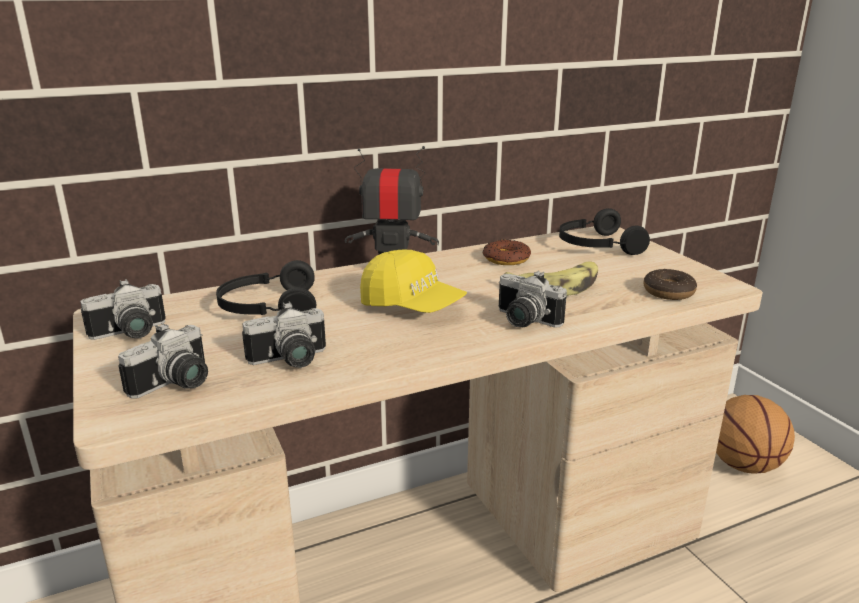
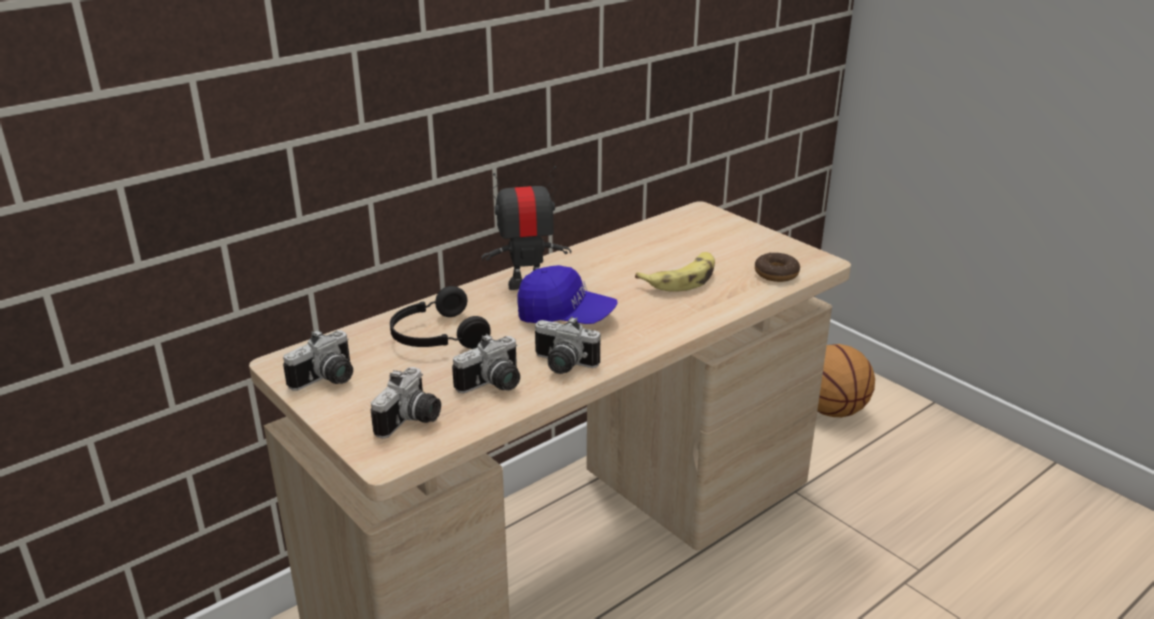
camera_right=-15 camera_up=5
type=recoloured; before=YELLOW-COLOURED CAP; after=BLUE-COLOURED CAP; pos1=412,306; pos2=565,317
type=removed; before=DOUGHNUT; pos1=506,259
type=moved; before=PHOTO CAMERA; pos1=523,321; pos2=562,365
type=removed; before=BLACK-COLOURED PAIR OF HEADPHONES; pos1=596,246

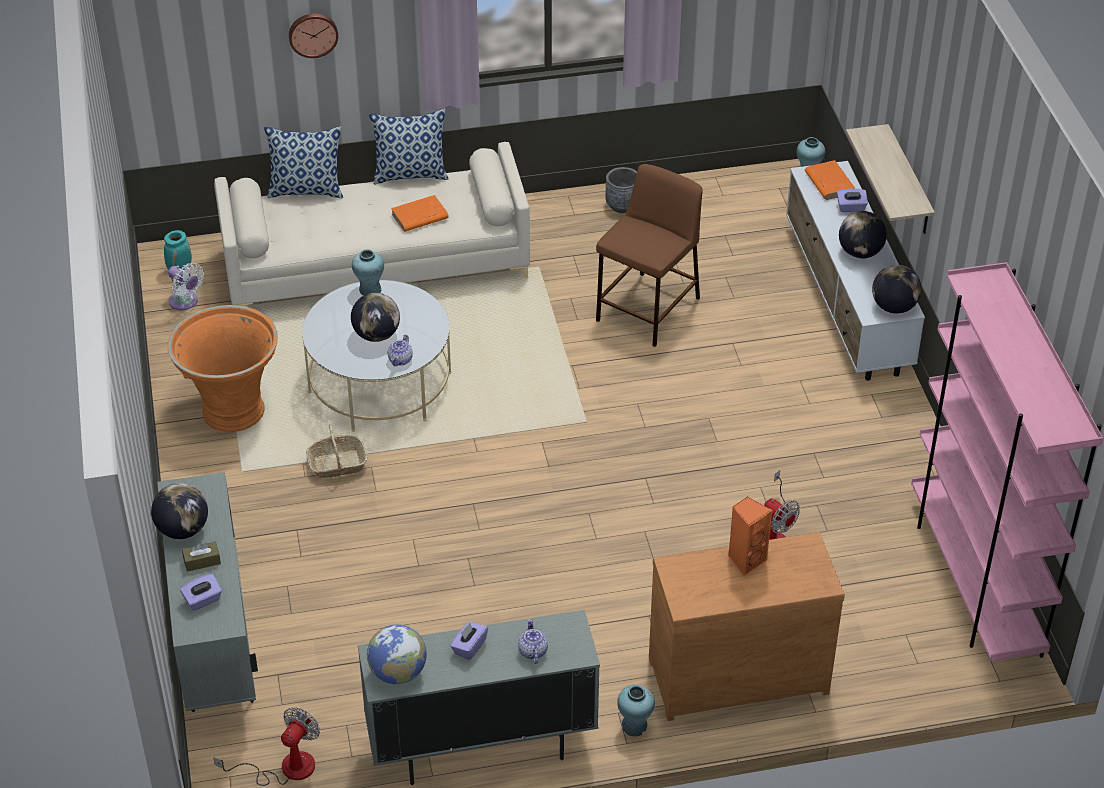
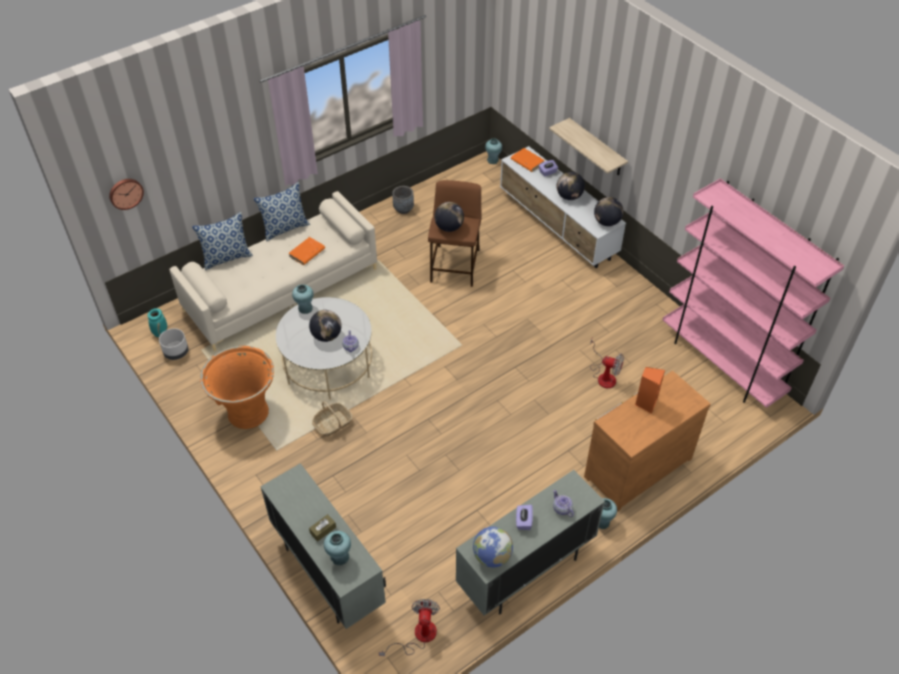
camera_right=-25 camera_up=5
type=moved; before=GLOBE; pos1=183,529; pos2=449,227
type=replaced; before=WHITE FAN; after=GREY PLANT POT; pos1=185,302; pos2=176,352
type=replaced; before=PURPLE TISSUE BOX; after=TURQUOISE VASE; pos1=203,600; pos2=340,557
type=moved; before=CLOCK ON THE WALL; pos1=313,34; pos2=125,193

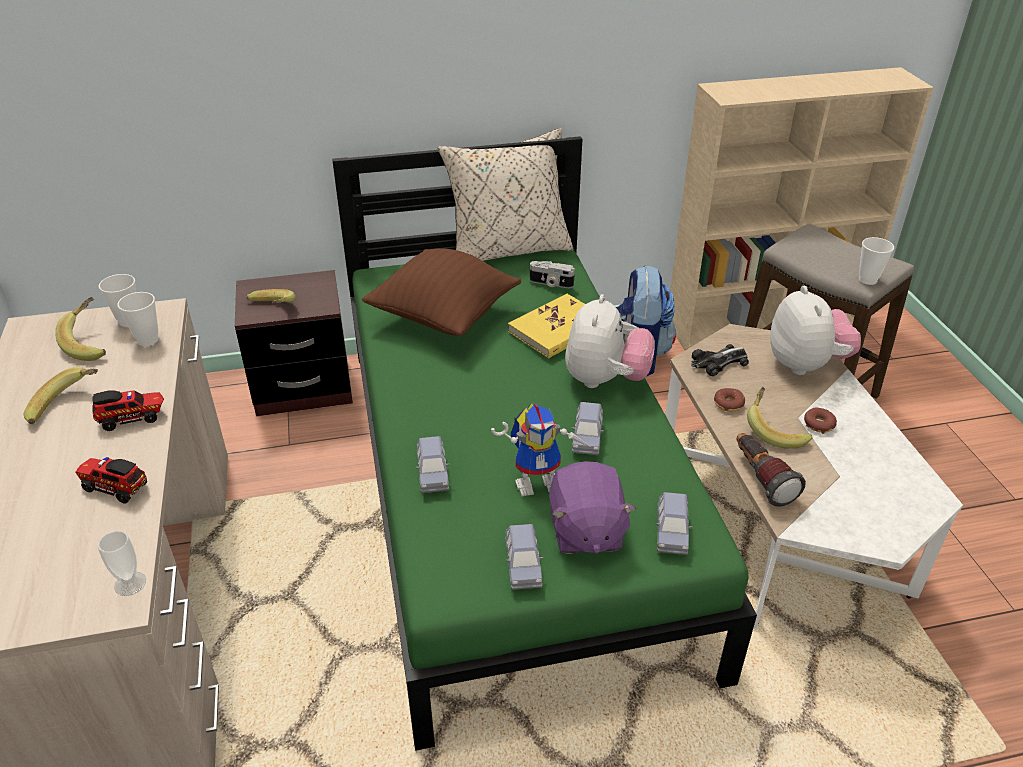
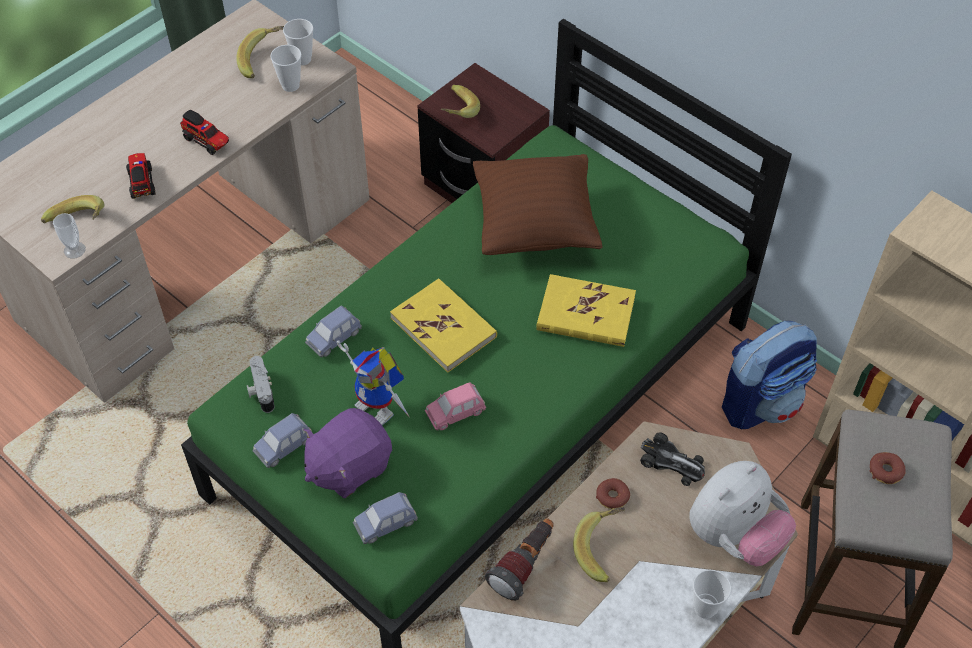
camera_right=55 camera_up=15
type=moved; before=WHOLE BANANA; pos1=68,407; pos2=79,225
type=removed; before=SAND-COLOURED CUSHION; pos1=507,250
type=moved; before=PHOTO CAMERA; pos1=550,283; pos2=260,391
type=removed; before=PLUSH TOY; pos1=605,380
type=recoloured; before=BLUE-COLOURED TOY CAR; after=PINKISH TOY CAR; pos1=587,439; pos2=455,413
type=moved; before=DOUGHNUT; pos1=819,424; pos2=885,471
type=moved; before=SMALL CUP; pos1=867,280; pos2=705,608
type=added; after=YELLOW-COLOURED BOUND BOOK; pos2=444,327

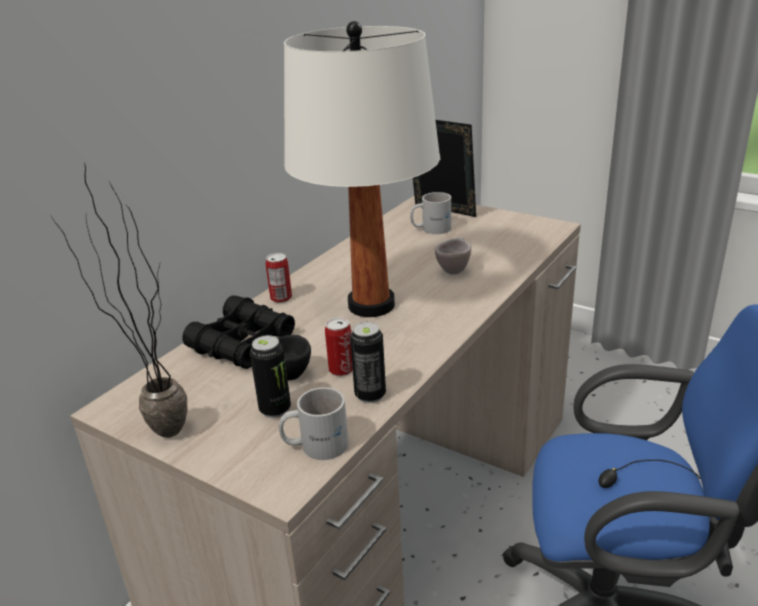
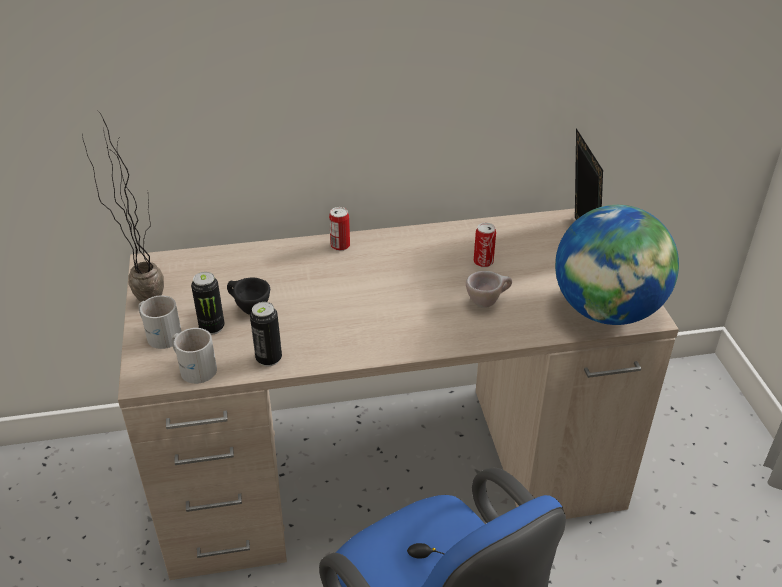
camera_right=45 camera_up=10
type=removed; before=BLACK-COLOURED BINOCULARS; pos1=242,343
type=removed; before=WHITE TABLE LAMP; pos1=371,305
type=moved; before=CAN; pos1=341,370; pos2=483,262
type=moved; before=WHITE MUG; pos1=430,228; pos2=161,333
type=added; after=GLOBE; pos2=606,311

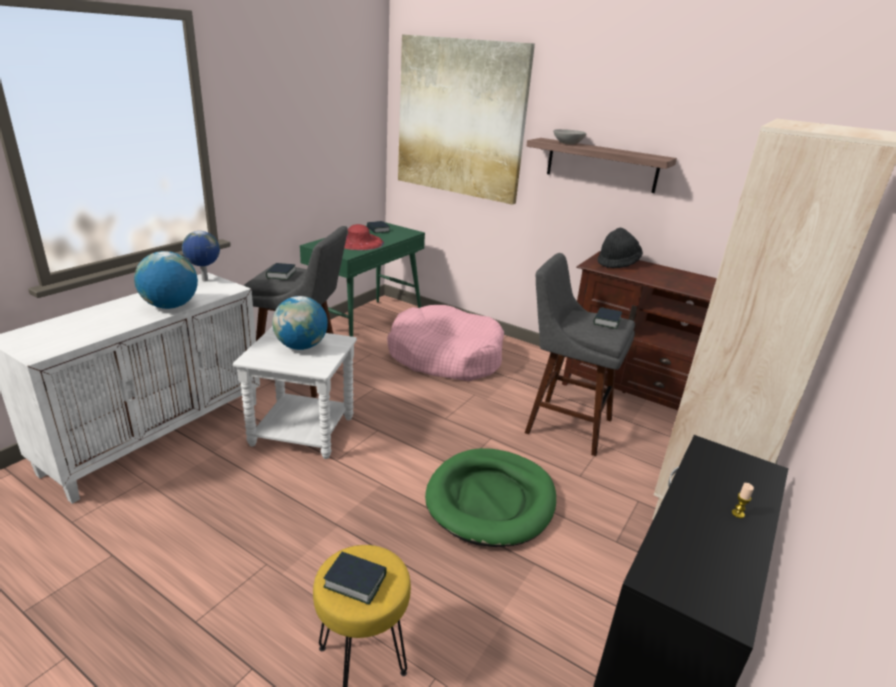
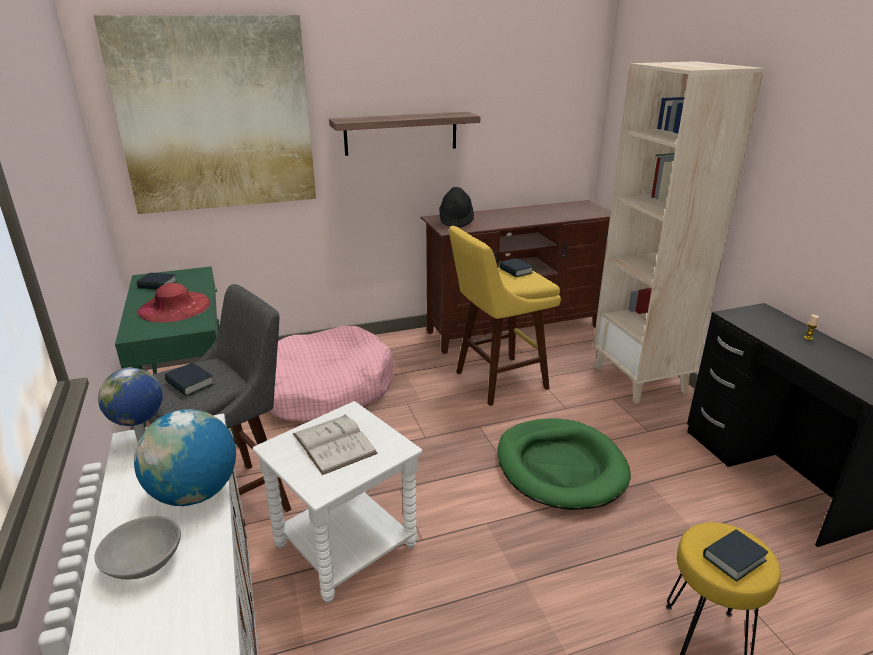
camera_right=-50 camera_up=0
type=replaced; before=GLOBE; after=WHITE BOUND BOOK; pos1=301,346; pos2=334,443
type=recoloured; before=GREY STOOL SEAT; after=YELLOW-COLOURED STOOL SEAT; pos1=564,424; pos2=497,381
type=moved; before=GREY BOWL; pos1=568,143; pos2=144,563

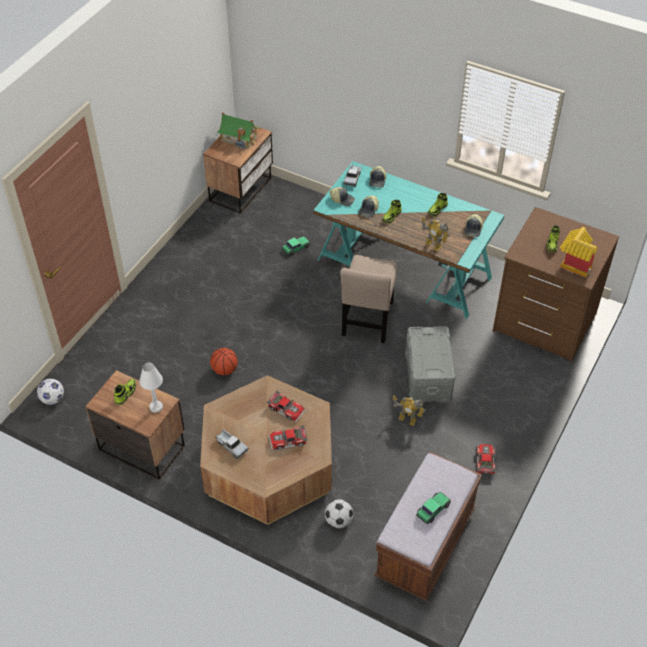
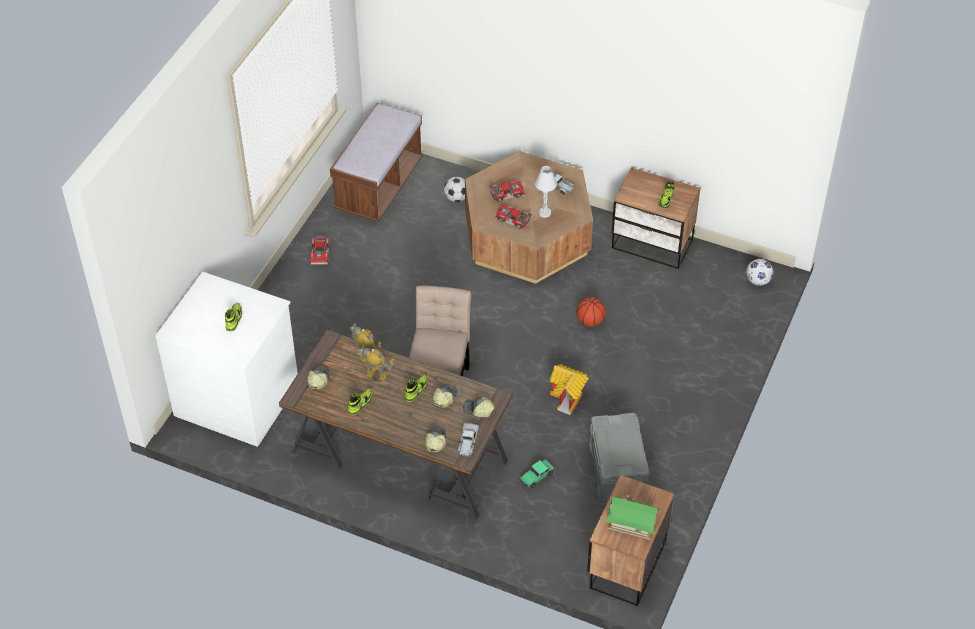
camera_right=175 camera_up=0
type=moved; before=WHITE TABLE LAMP; pos1=156,407; pos2=544,213
type=recoloured; before=TURQUOISE DESK UNIT; after=BROWN-COLOURED DESK UNIT; pos1=404,268; pos2=399,457
type=moved; before=TOY ROBOT; pos1=407,419; pos2=376,375
type=moved; before=GREY STORAGE CONTAINER; pos1=428,376; pos2=616,470
type=removed; before=TOY CAR; pos1=433,509
type=recoloured; before=BROWN-COLOURED CHEST OF DRAWERS; after=WHITE CHEST OF DRAWERS; pos1=544,322; pos2=237,398
type=moved; before=MODEL HOUSE; pos1=573,263; pos2=568,399

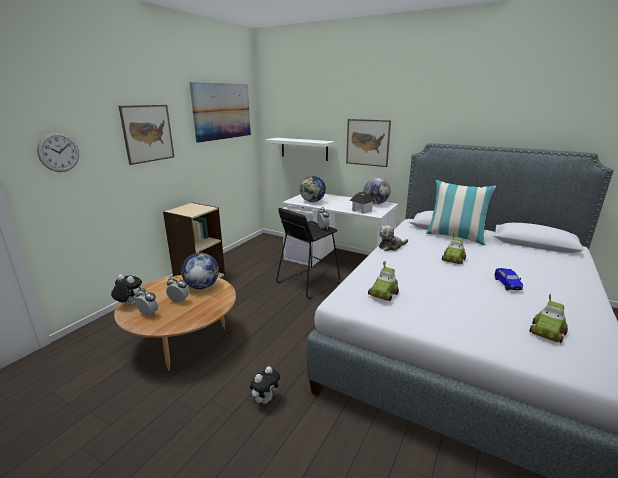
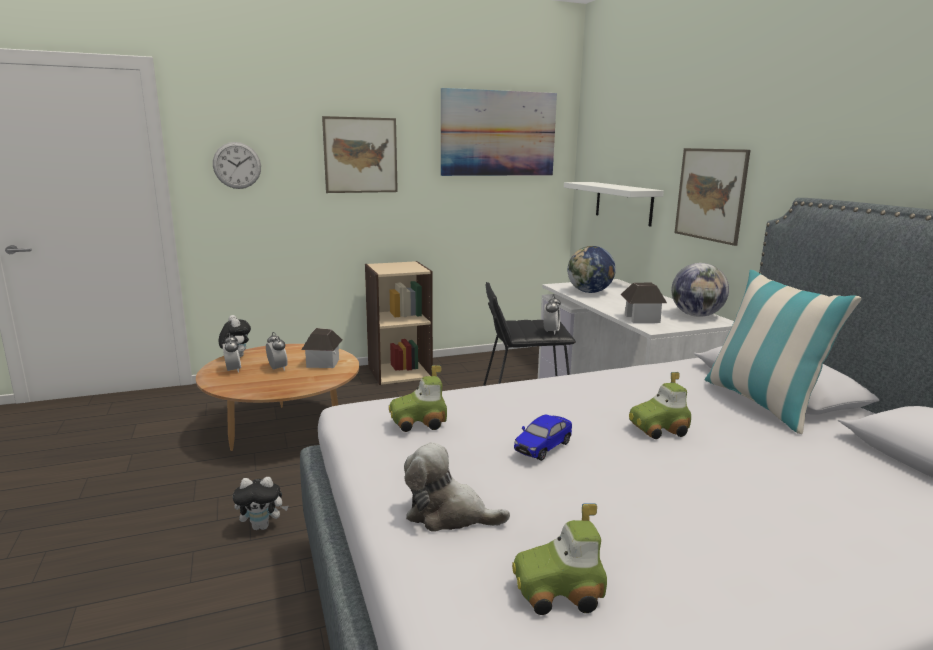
camera_right=40 camera_up=-5
type=replaced; before=GLOBE; after=MODEL HOUSE; pos1=201,286; pos2=323,363
type=moved; before=PLUSH TOY; pos1=391,246; pos2=448,514
type=moved; before=TOY CAR; pos1=507,284; pos2=542,448

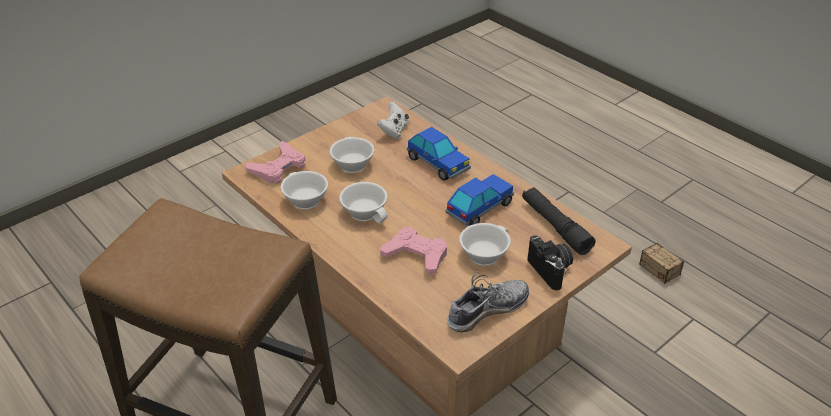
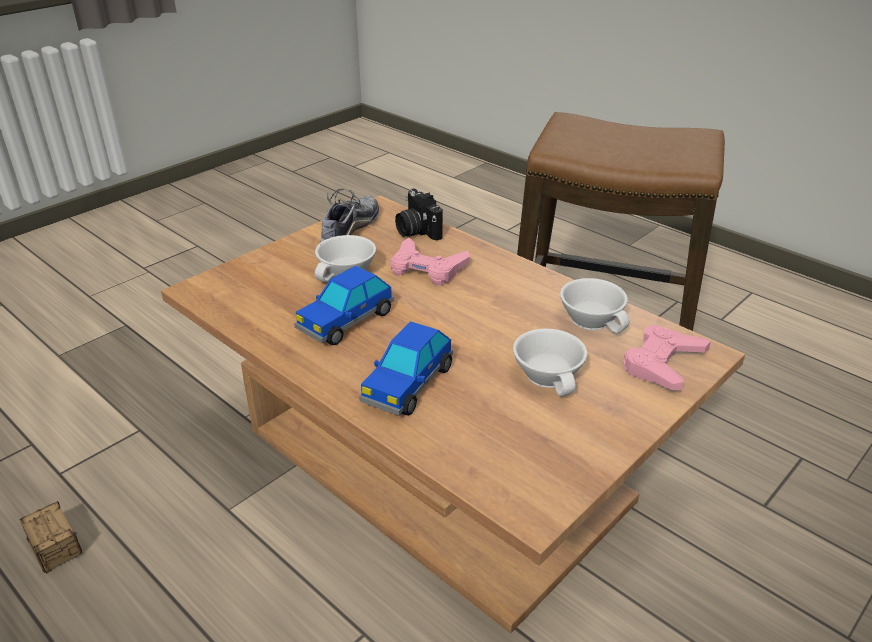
camera_right=175 camera_up=-5
type=removed; before=WHITE SMALL CUP; pos1=366,212
type=removed; before=WHITE JOYPAD; pos1=394,131
type=turned; before=TOY CAR; pos1=438,164; pos2=408,384; turn=-105
type=turned; before=SHOE; pos1=487,310; pos2=349,230; turn=150
type=removed; before=BLACK-COLOURED FLASHLIGHT; pos1=555,226
type=moved; before=PHOTO CAMERA; pos1=551,270; pos2=416,231

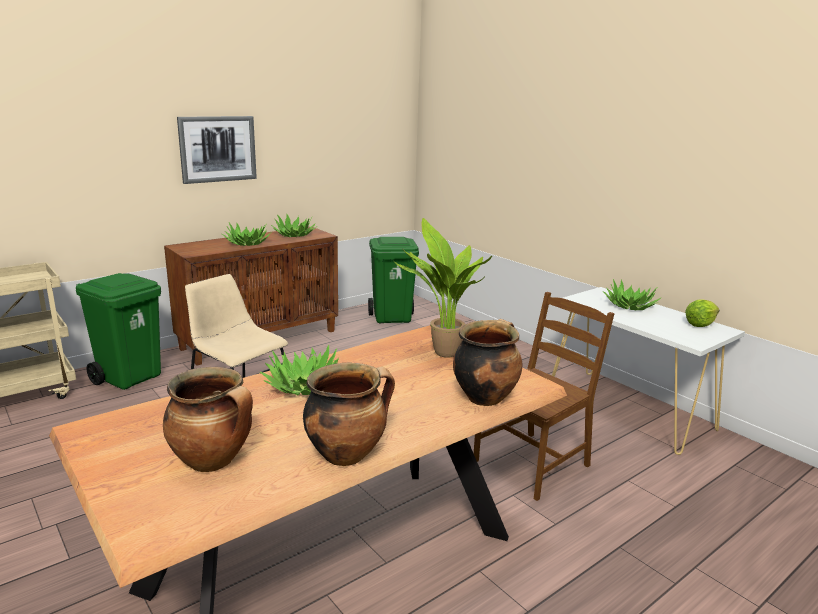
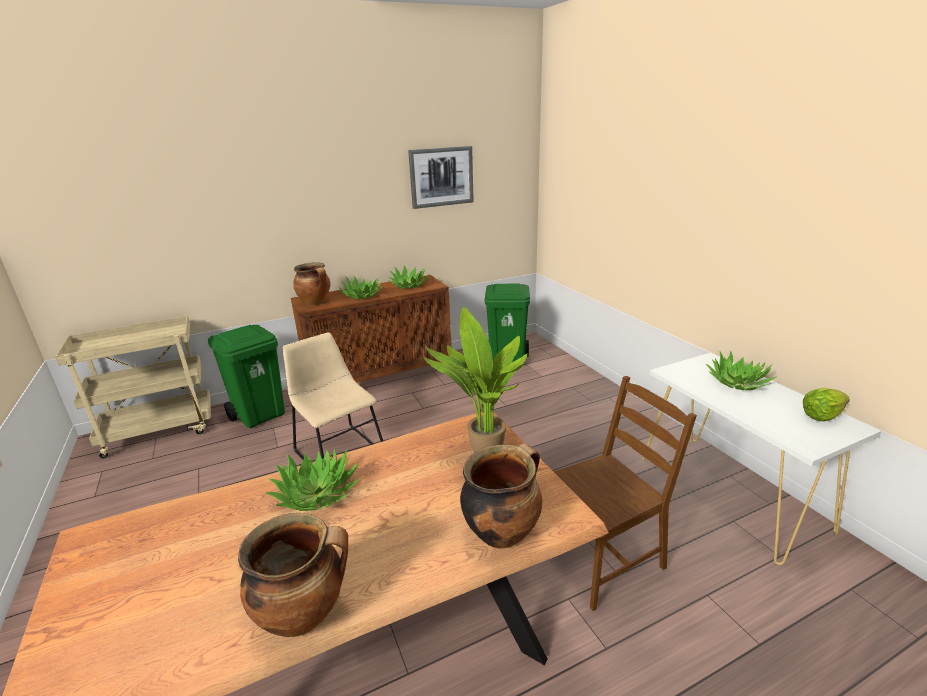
camera_right=15 camera_up=5
type=moved; before=COOKING POT; pos1=214,461; pos2=316,302
type=moved; before=WALL ART; pos1=218,149; pos2=441,177

